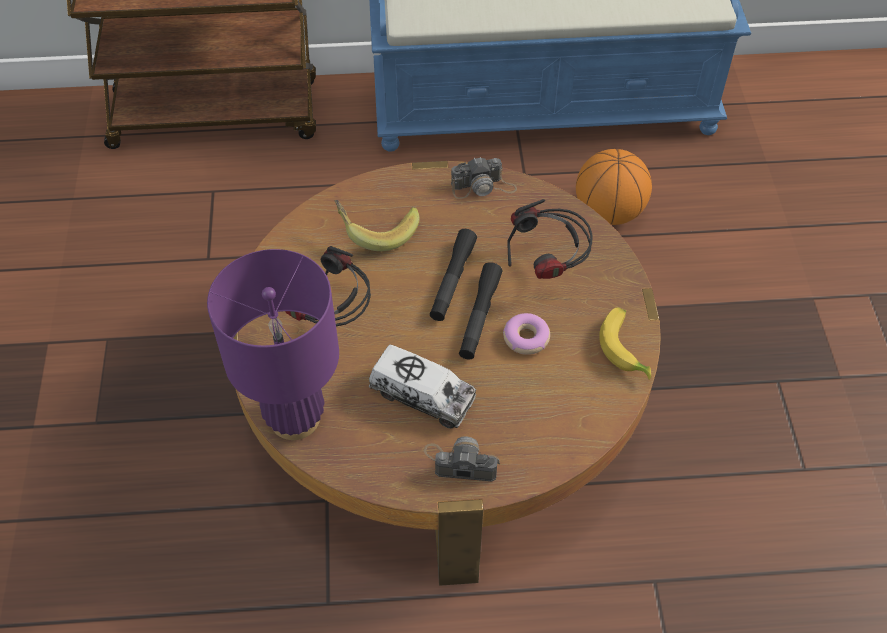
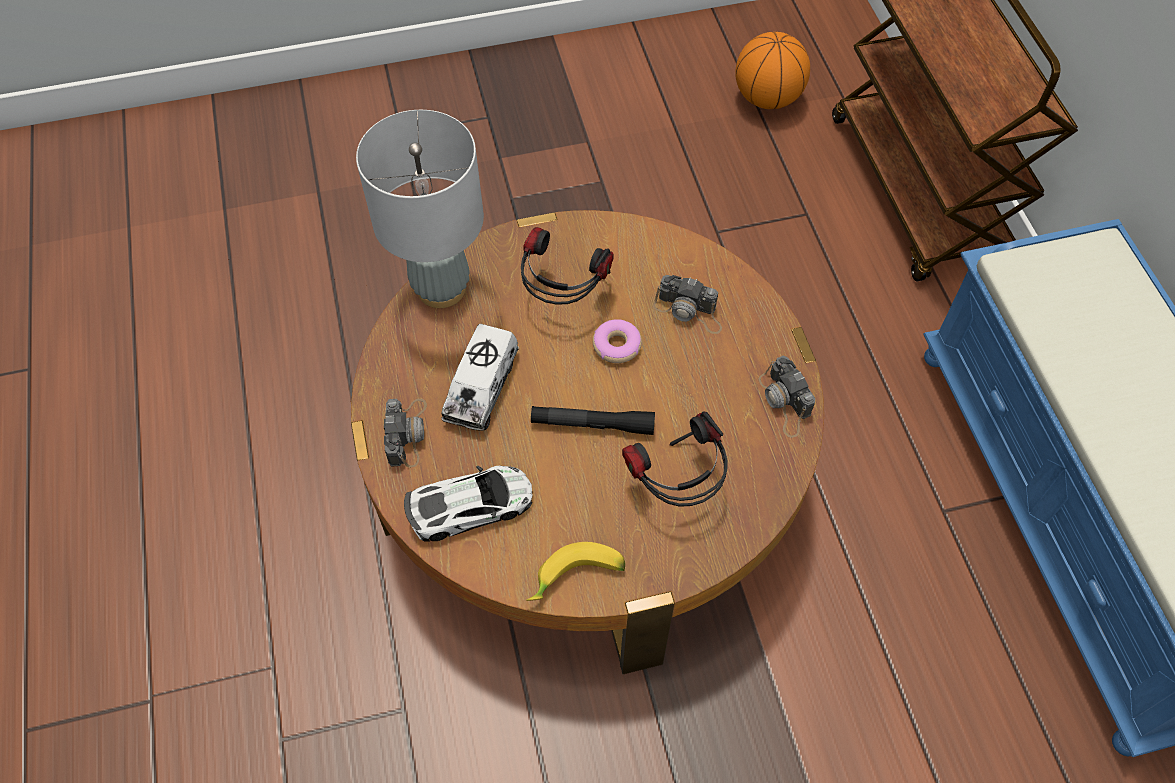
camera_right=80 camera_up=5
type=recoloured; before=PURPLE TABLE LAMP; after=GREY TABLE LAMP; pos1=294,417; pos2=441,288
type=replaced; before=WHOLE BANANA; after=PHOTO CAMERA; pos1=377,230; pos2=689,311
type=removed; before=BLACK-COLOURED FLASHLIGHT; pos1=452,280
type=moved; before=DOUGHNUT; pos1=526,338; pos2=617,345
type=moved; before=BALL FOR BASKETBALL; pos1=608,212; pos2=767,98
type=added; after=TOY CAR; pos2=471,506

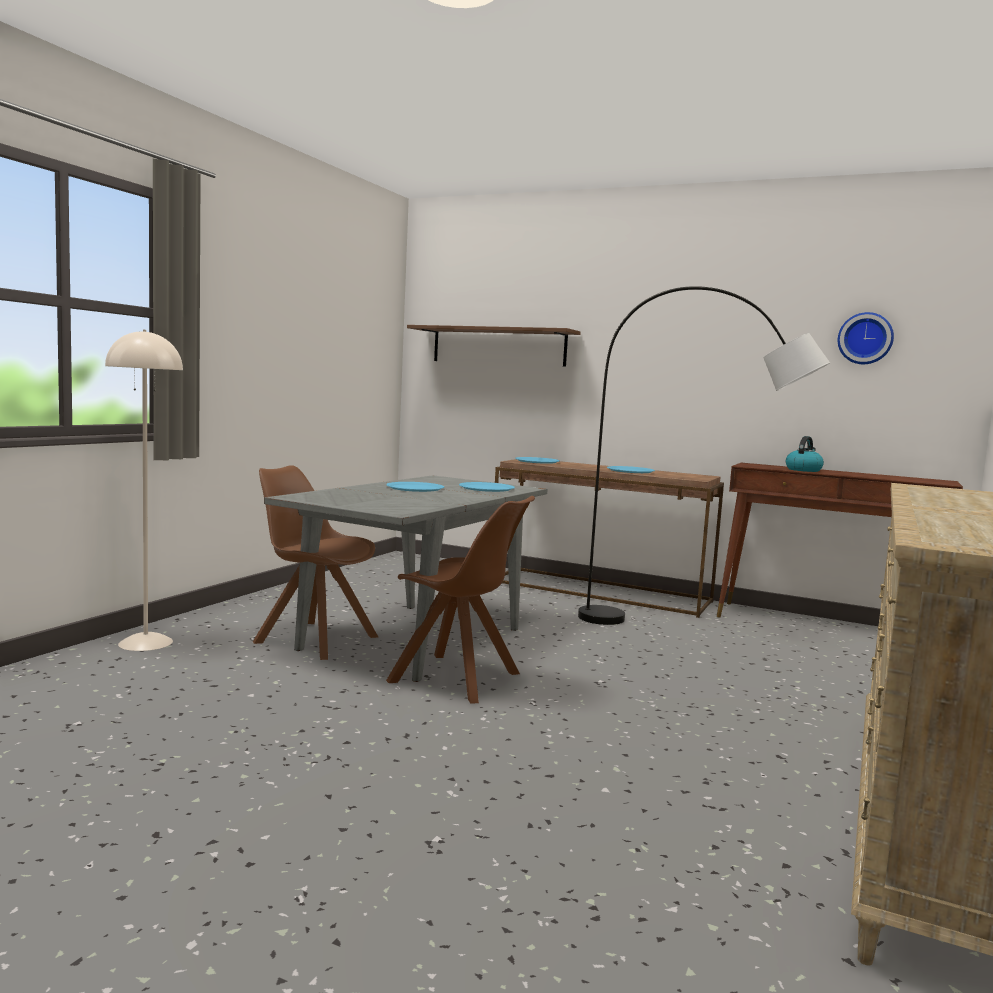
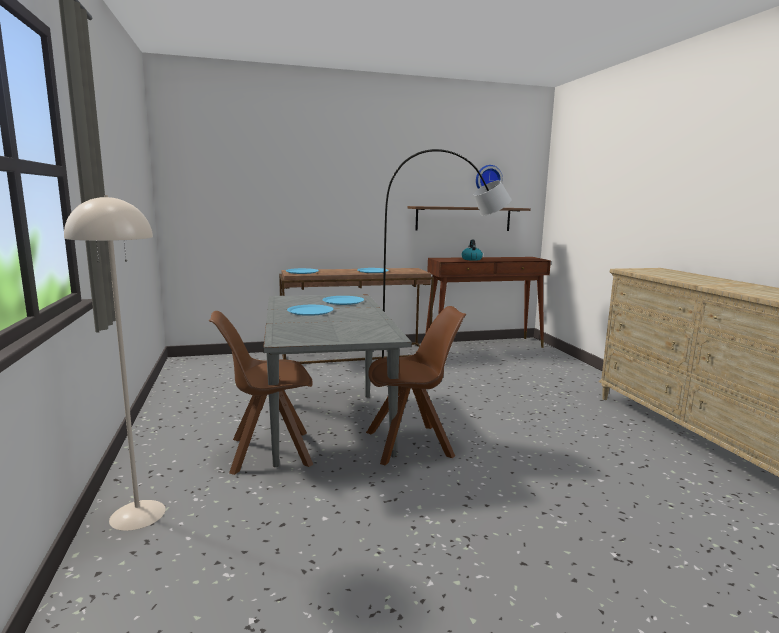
camera_right=-40 camera_up=5
type=moved; before=BROWN-COLOURED SHELF; pos1=498,346; pos2=463,218

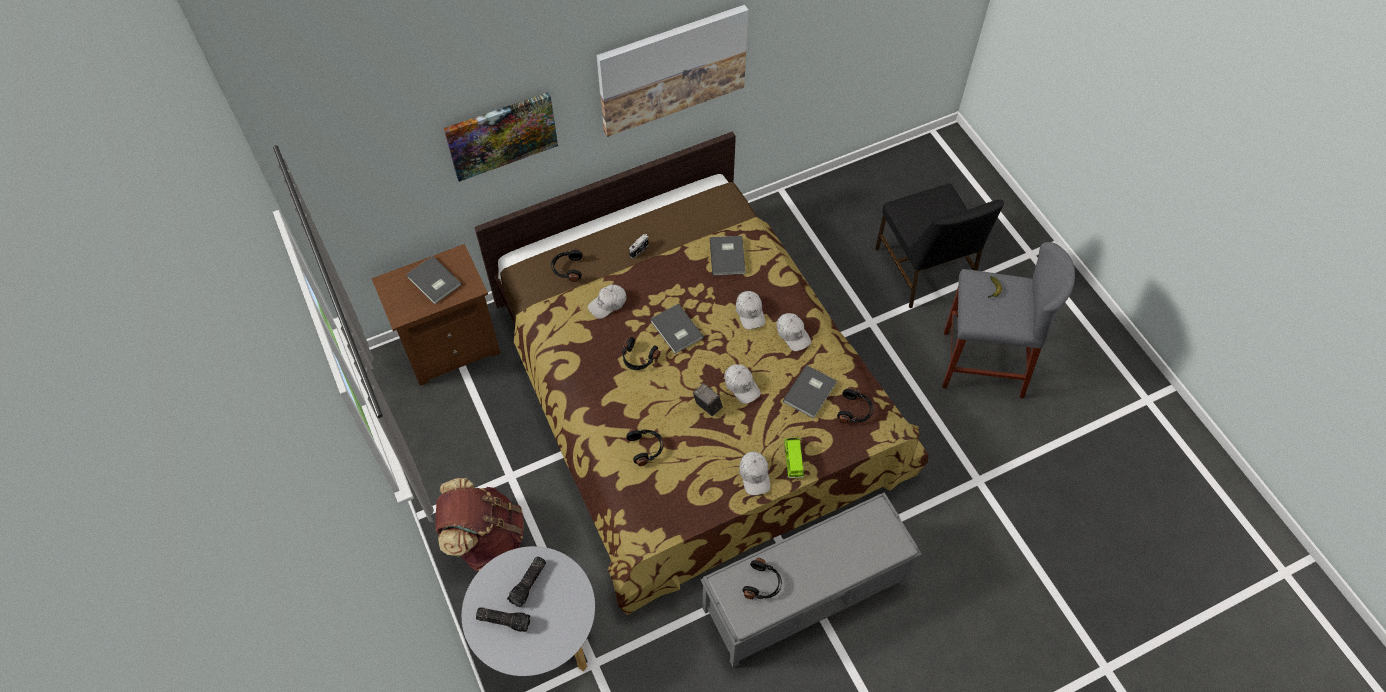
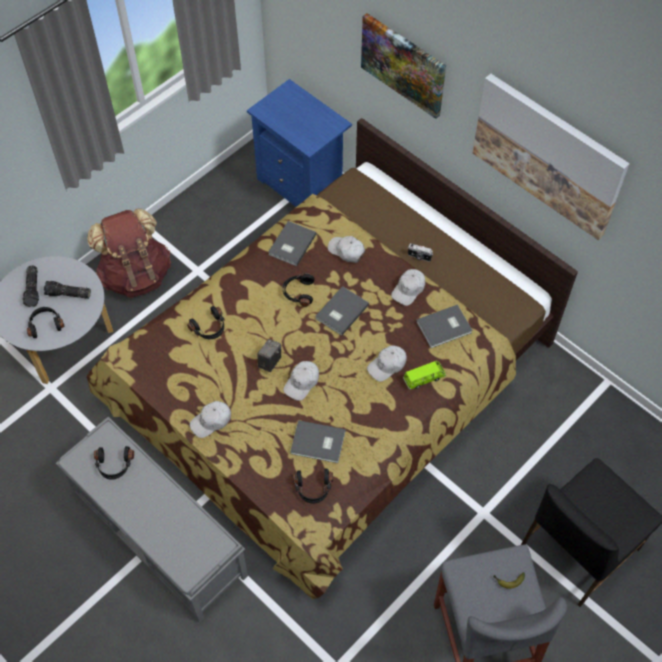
camera_right=70 camera_up=0
type=recoloured; before=BROWN-COLOURED BEDSIDE TABLE; after=BLUE-COLOURED BEDSIDE TABLE; pos1=451,347; pos2=302,185
type=moved; before=GREY BOUND BOOK; pos1=433,282; pos2=291,244
type=moved; before=BLACK-COLOURED PAIR OF HEADPHONES; pos1=567,269; pos2=45,324
type=moved; before=WHITE CAP; pos1=793,334; pos2=408,289
type=moved; before=GREENISH TOY CAR; pos1=793,460; pos2=424,378

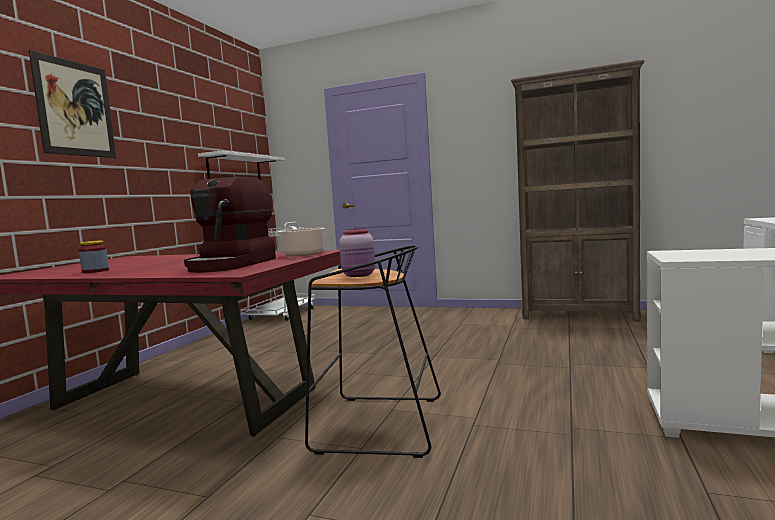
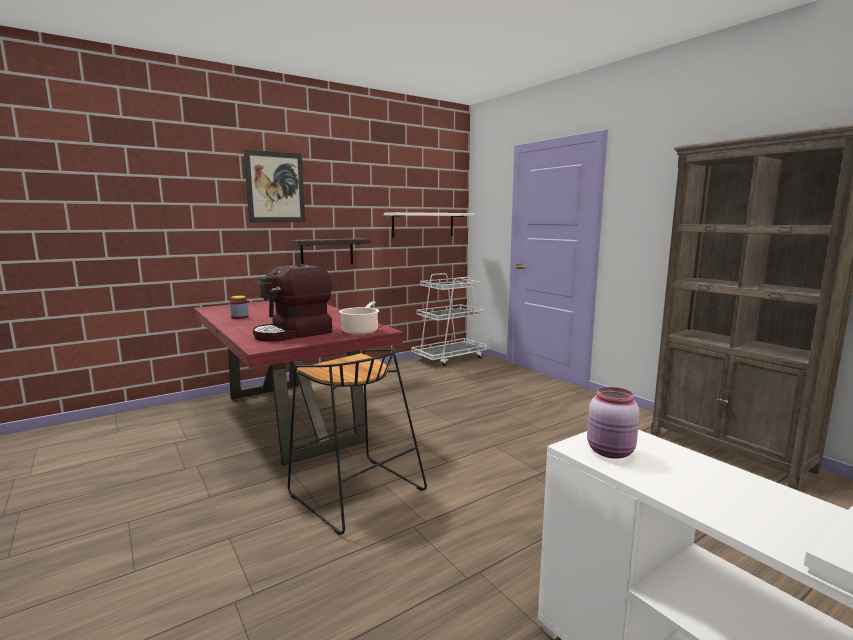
camera_right=35 camera_up=5
type=moved; before=PINKISH PRESERVE JAR; pos1=359,275; pos2=611,452
type=added; after=SHELF; pos2=327,252

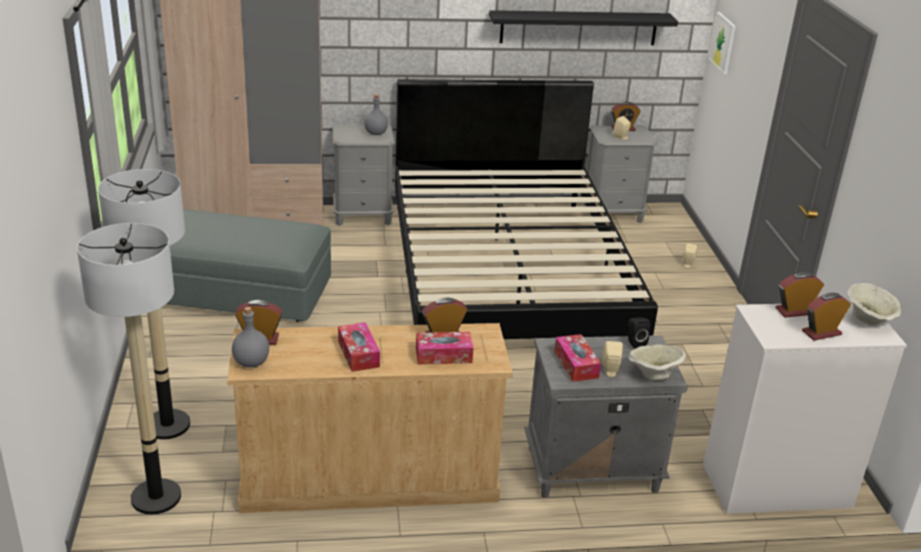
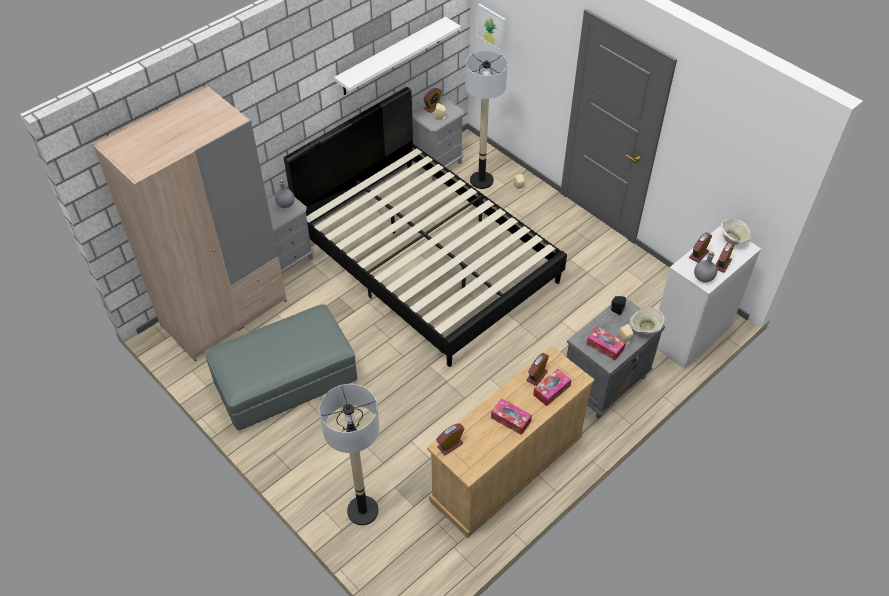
camera_right=-35 camera_up=20
type=moved; before=STANDING LAMP; pos1=156,497; pos2=481,180
type=moved; before=GREY BEVERAGE BOTTLE; pos1=250,362; pos2=703,278
type=recoloured; before=BLACK-COLOURED SHELF; after=WHITE SHELF; pos1=579,27; pos2=392,56

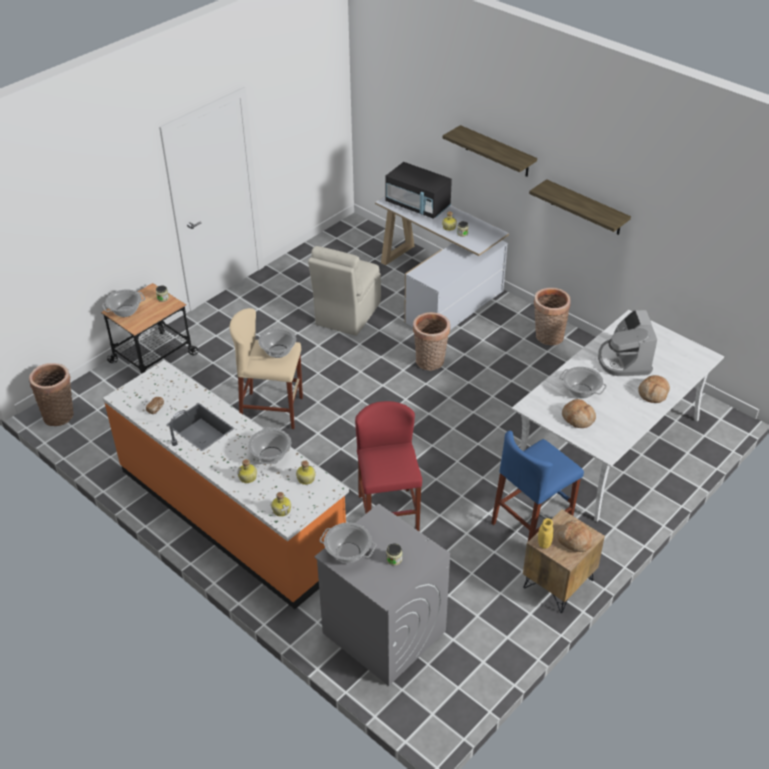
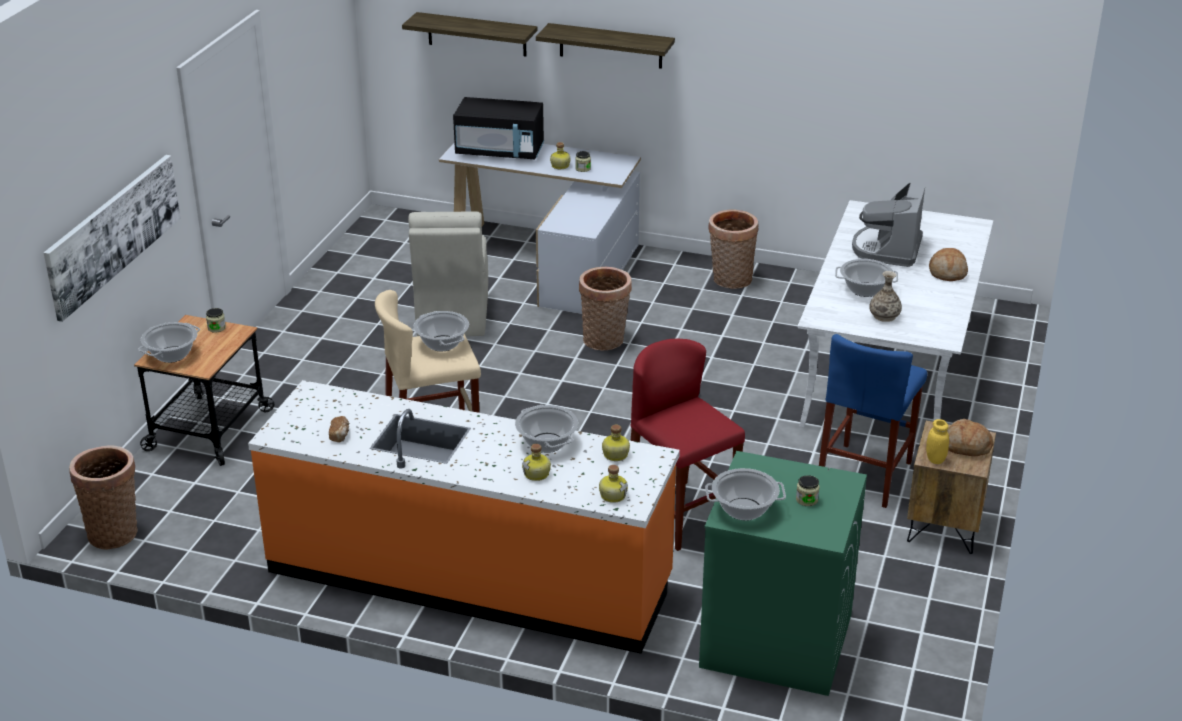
camera_right=-25 camera_up=-10
type=recoloured; before=GREY WASHING MACHINE; after=GREENISH WASHING MACHINE; pos1=383,631; pos2=775,641
type=moved; before=SHELF; pos1=586,208; pos2=477,34
type=replaced; before=BAKED BREAD; after=VASE; pos1=578,418; pos2=884,316
type=turned; before=COFFEE MACHINE; pos1=624,360; pos2=887,249; turn=45
type=added; after=WALL ART; pos2=113,234

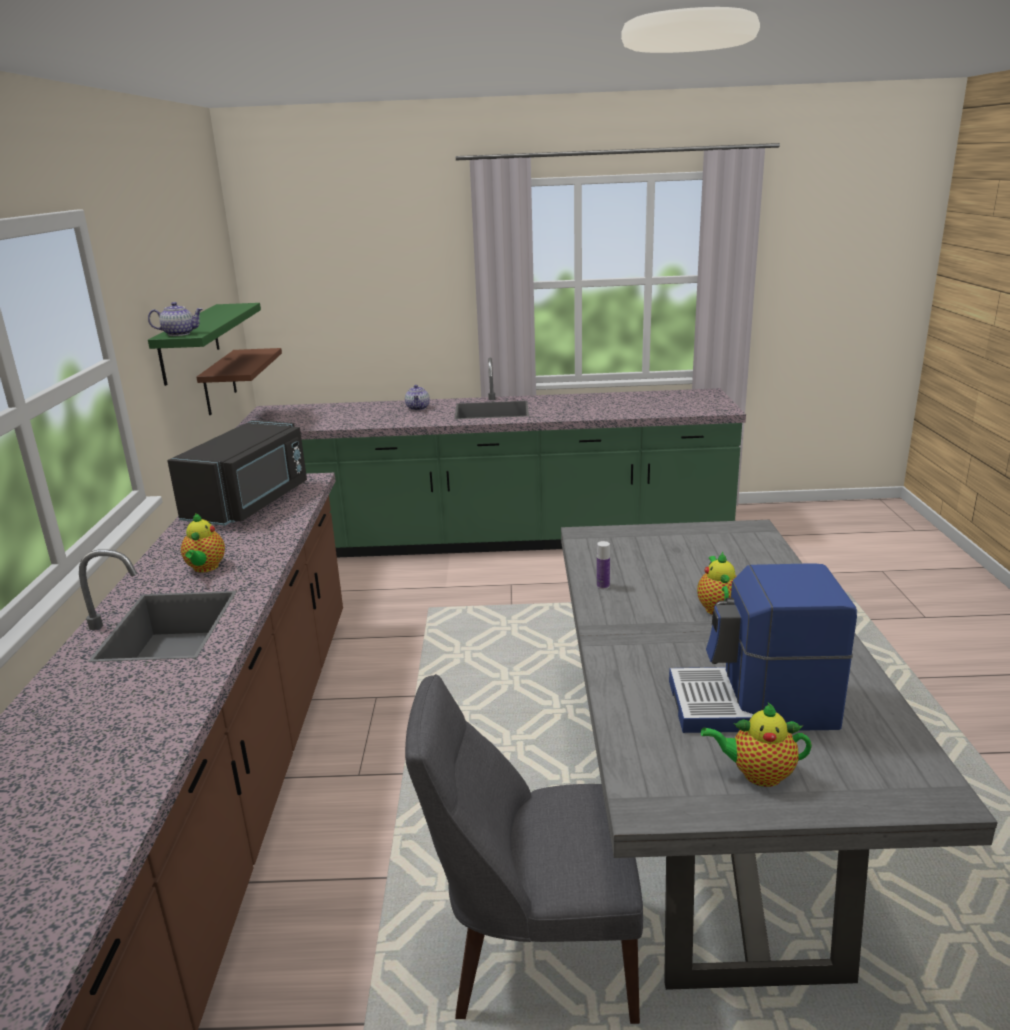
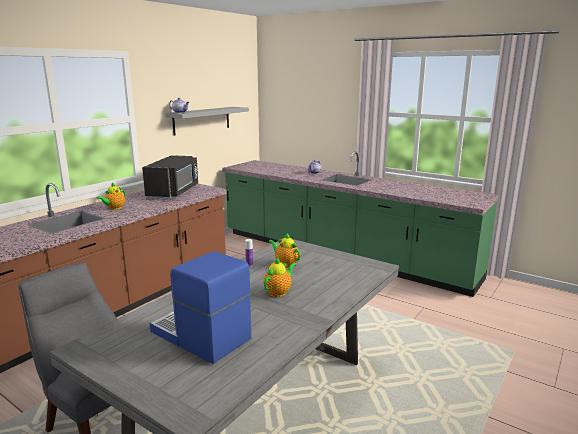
camera_right=35 camera_up=-5
type=recoloured; before=GREENISH SHELF; after=GREY SHELF; pos1=189,343; pos2=202,120
type=turned; before=BLACK-COLOURED KITCHEN MICROWAVE; pos1=250,503; pos2=174,192; turn=-45
type=removed; before=BROWN-COLOURED SHELF; pos1=219,382
type=moved; before=TEAPOT; pos1=757,774; pos2=285,264

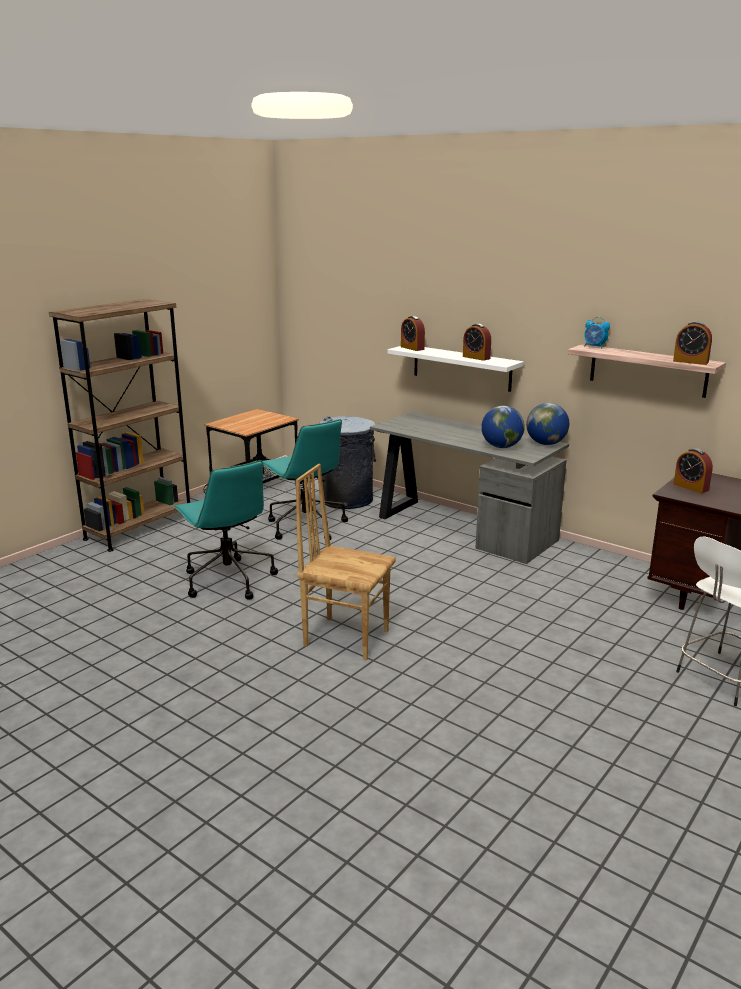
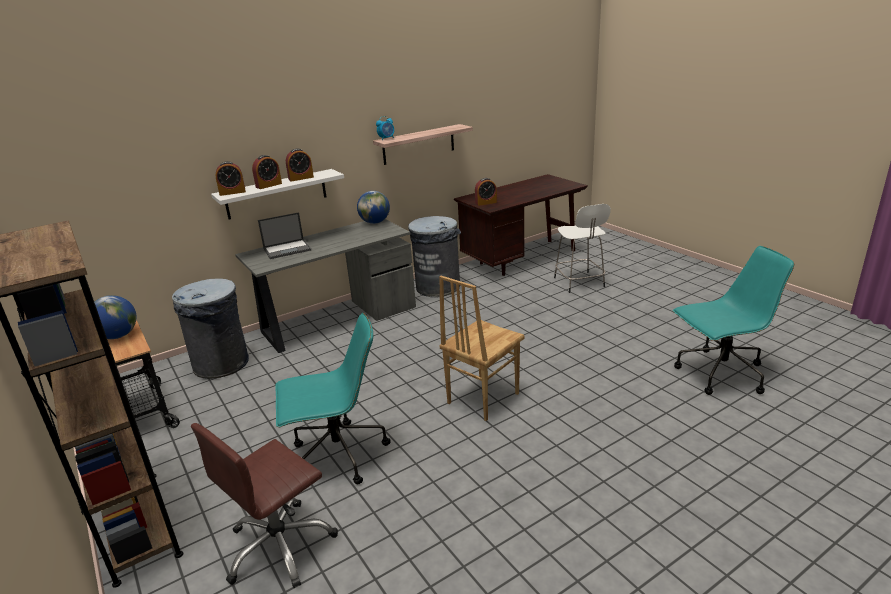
camera_right=-70 camera_up=5
type=moved; before=TURQUOISE COMPUTER CHAIR; pos1=305,526; pos2=720,374
type=moved; before=GLOBE; pos1=501,447; pos2=118,336
type=moved; before=TABLE CLOCK; pos1=690,361; pos2=268,185
type=added; after=BROWN-COLOURED COMPUTER CHAIR; pos2=280,546
type=added; after=NOTEBOOK COMPUTER; pos2=287,249
type=added; after=GREY TRASH CAN; pos2=438,287

